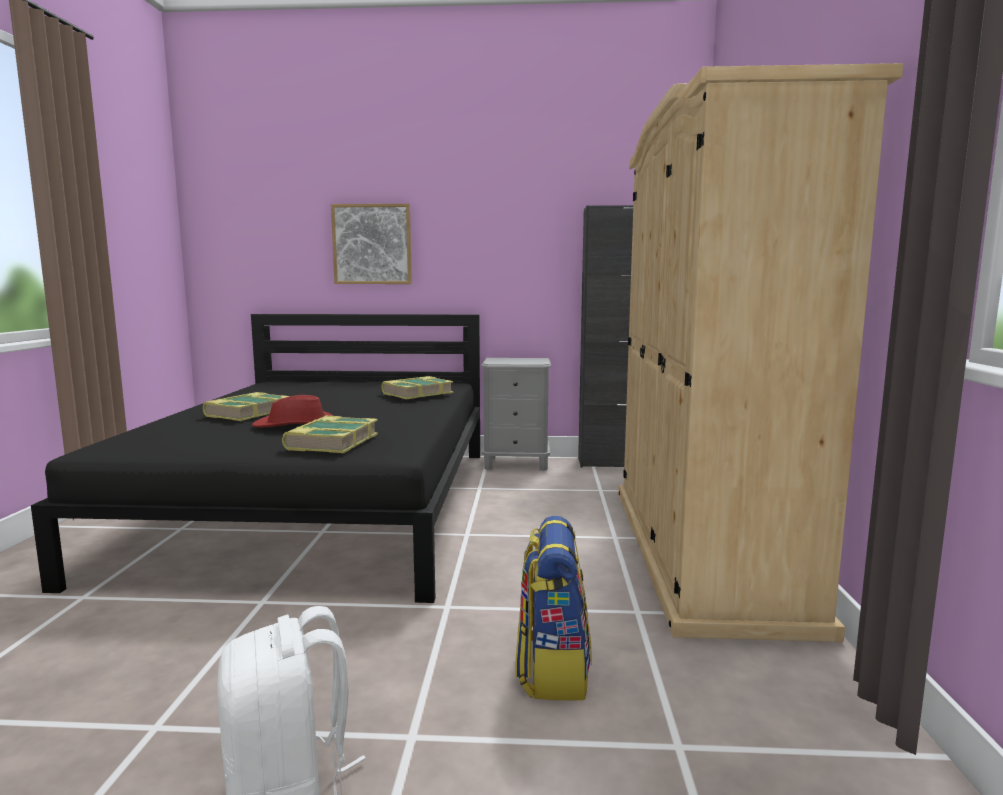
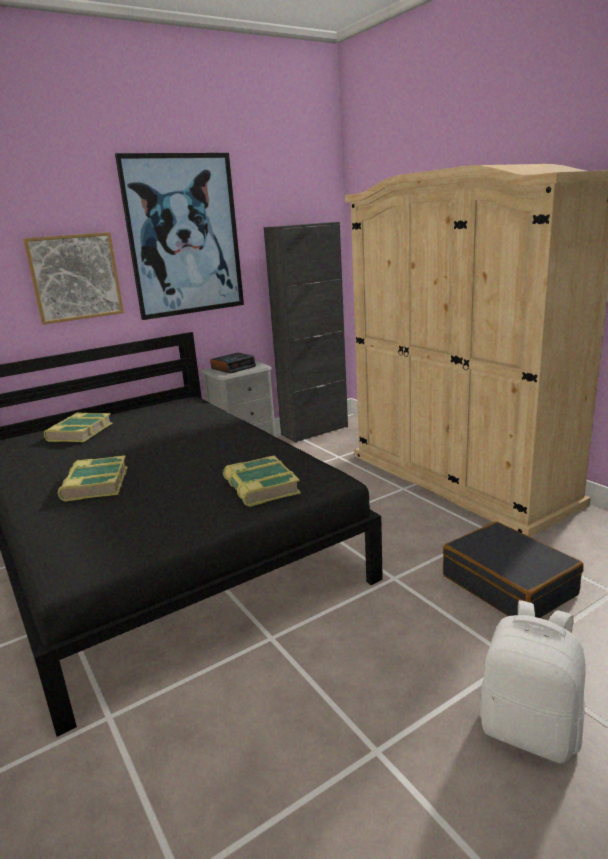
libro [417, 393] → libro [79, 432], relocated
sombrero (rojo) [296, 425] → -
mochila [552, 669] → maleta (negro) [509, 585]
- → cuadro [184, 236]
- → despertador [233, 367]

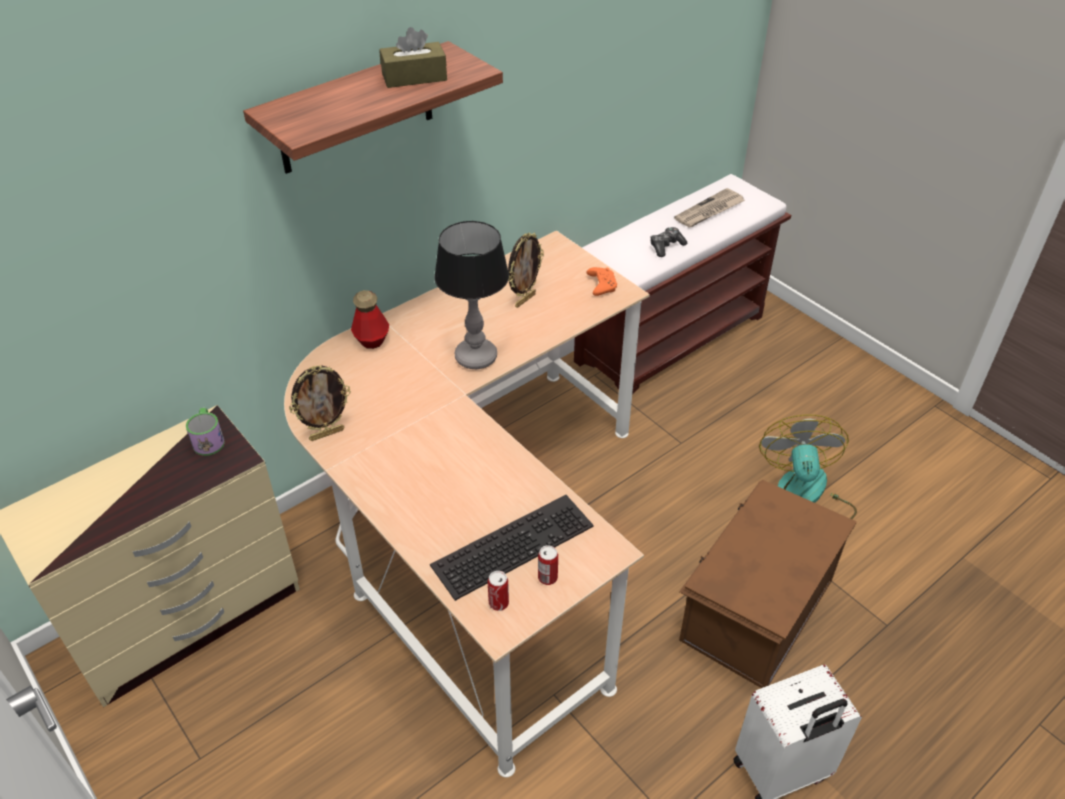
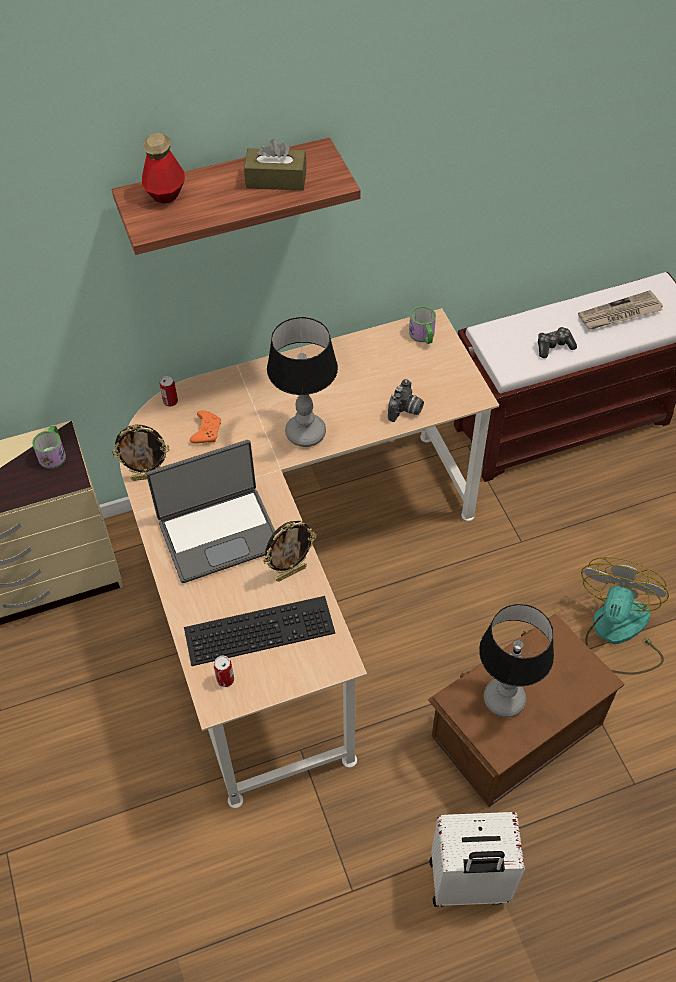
portarretratos [524, 300] → portarretratos [291, 572], relocated
mando de consola (naranja) [601, 285] → mando de consola (naranja) [206, 431], relocated
botella [372, 340] → botella [165, 193], relocated
lata [547, 577] → lata [170, 401], relocated
- → taza grande [423, 336]
- → cámara [406, 411]
- → portátil [219, 533]
- → lámpara de mesa [503, 698]

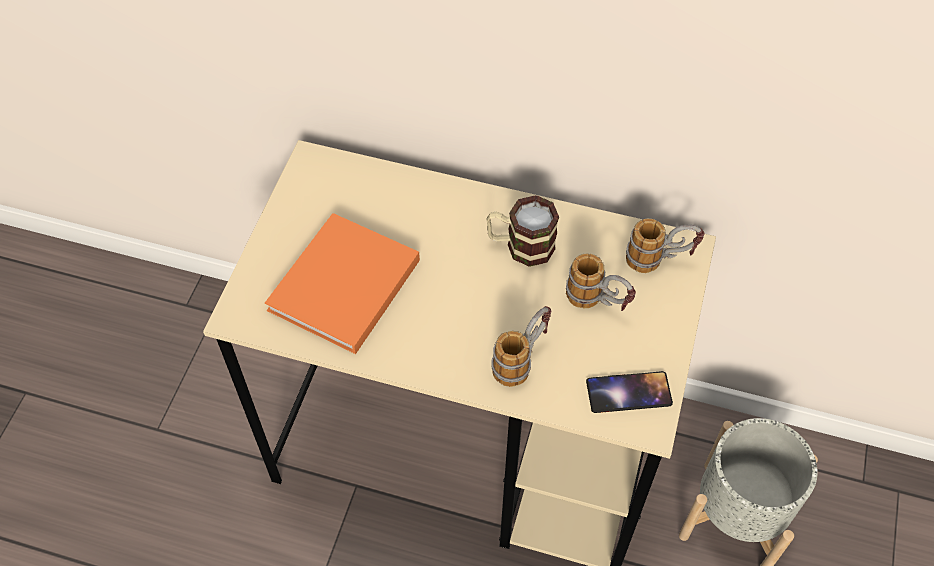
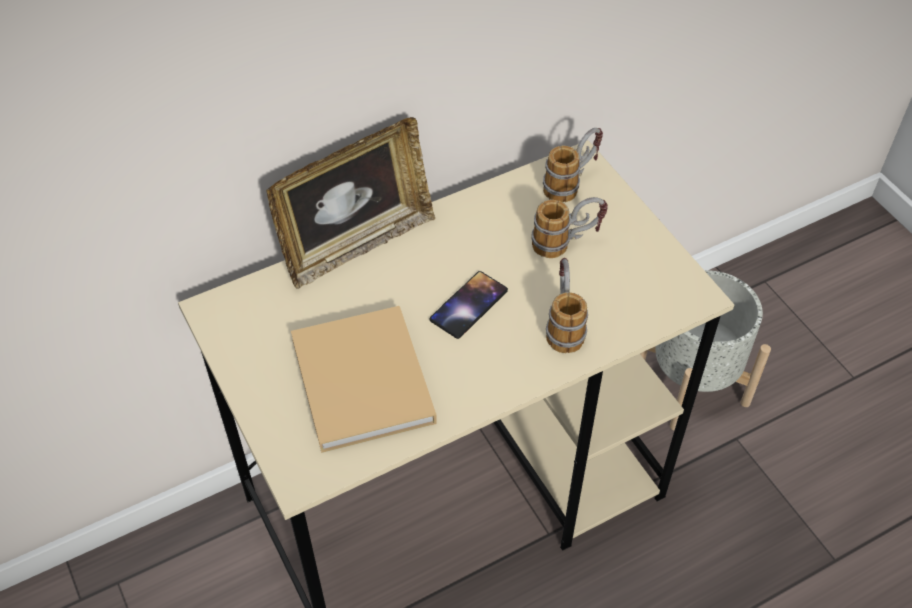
taza grande [520, 245] → -
libro (naranja) [342, 288] → libro (beis) [363, 385]
móvil [628, 392] → móvil [468, 305], relocated
- → portarretratos [356, 244]

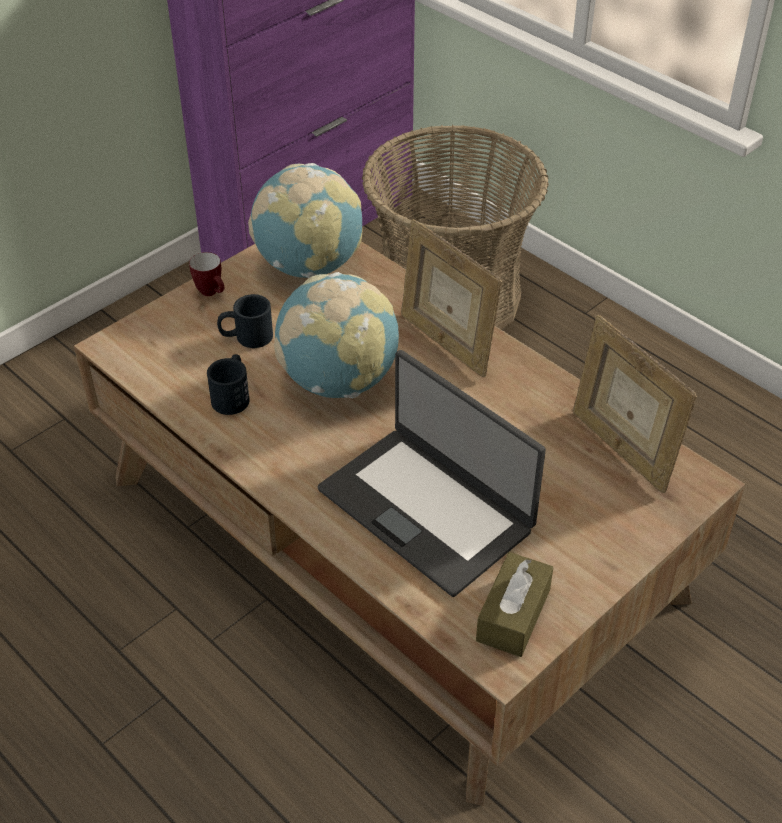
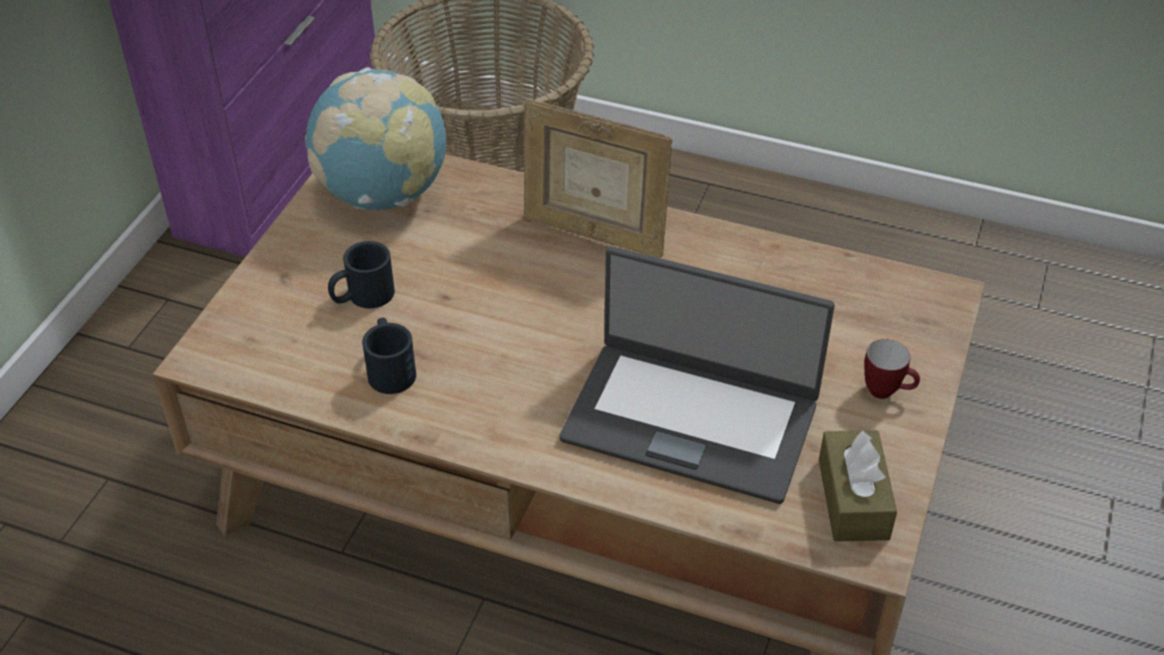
taza grande [212, 293] → taza grande [887, 392], relocated
globo terráqueo [338, 381] → -
portarretratos [621, 448] → -

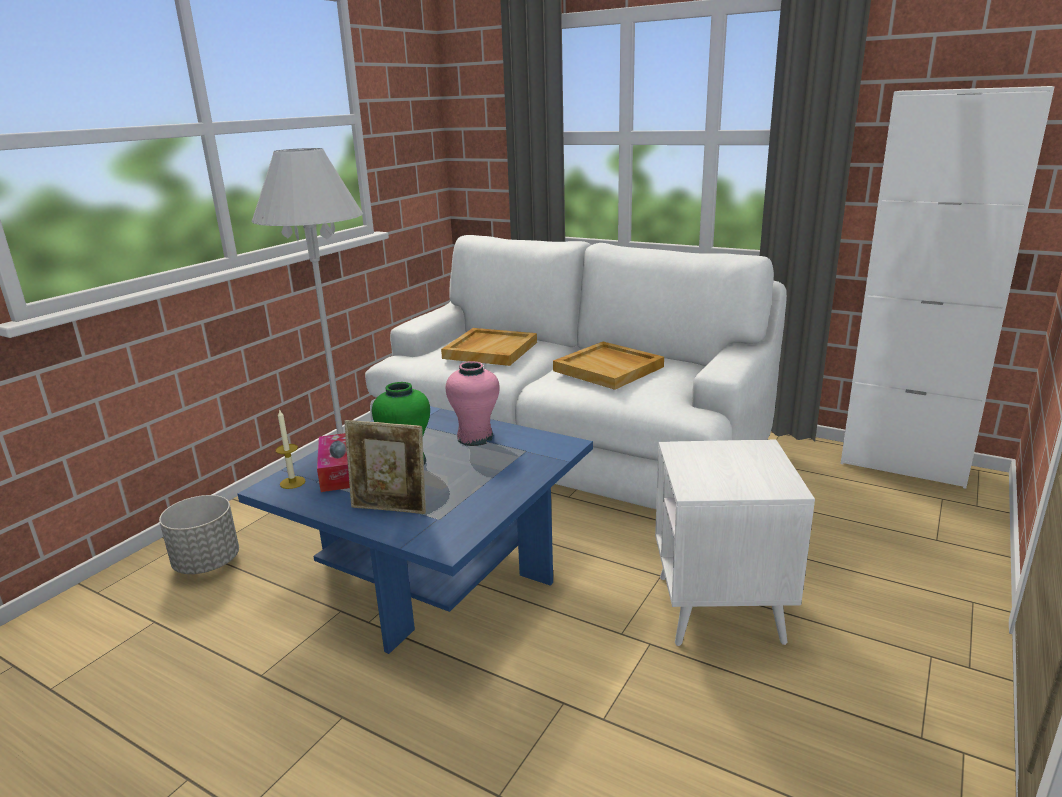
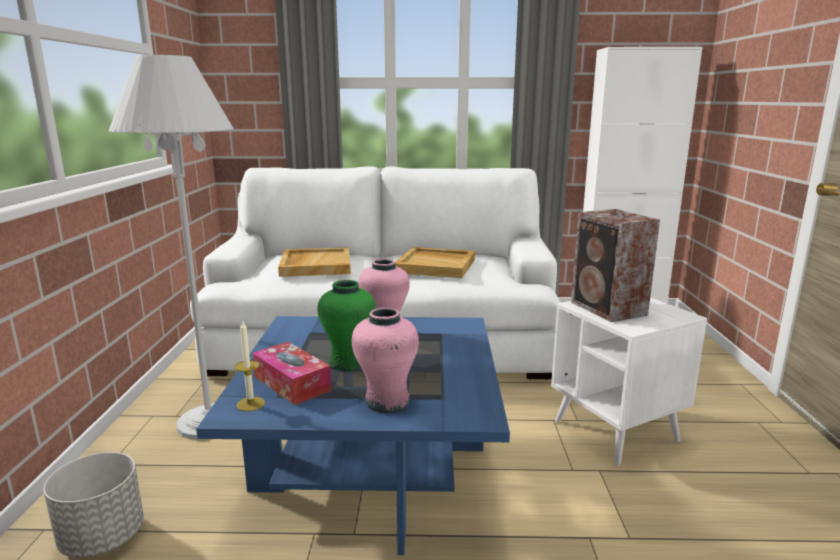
portarretratos [390, 508] → florero (rosa) [387, 401]
- → altavoz [609, 309]

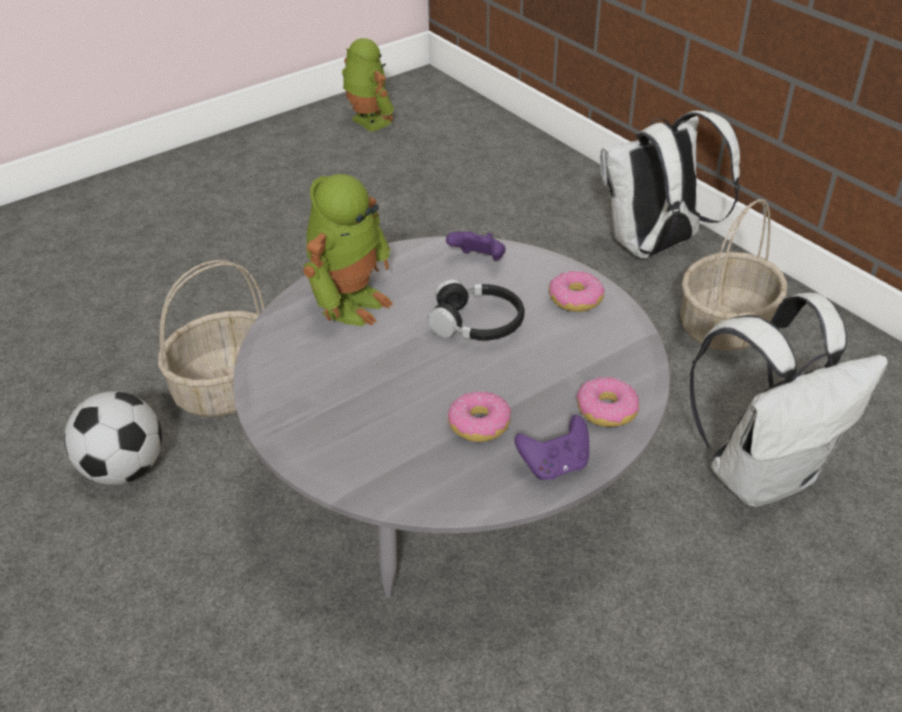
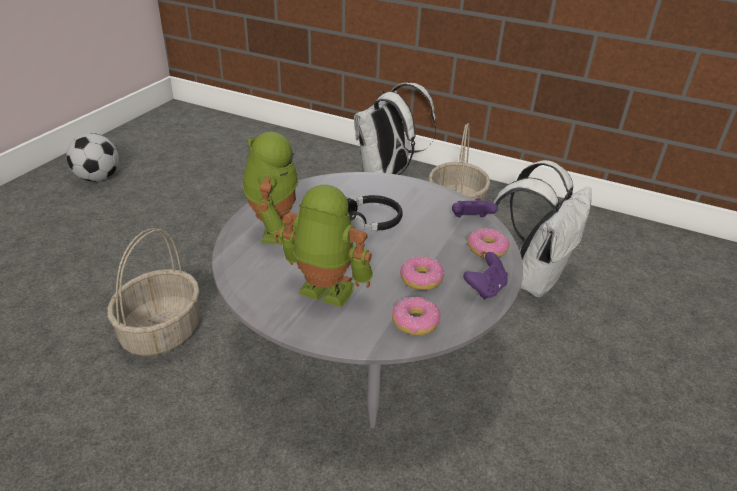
robot de juguete [368, 122] → robot de juguete [324, 292], relocated
mando de consola (morado) [478, 261] → mando de consola (morado) [470, 220], relocated
rosquilla [575, 299] → rosquilla [415, 322], relocated
balón de fútbol [125, 469] → balón de fútbol [98, 178], relocated

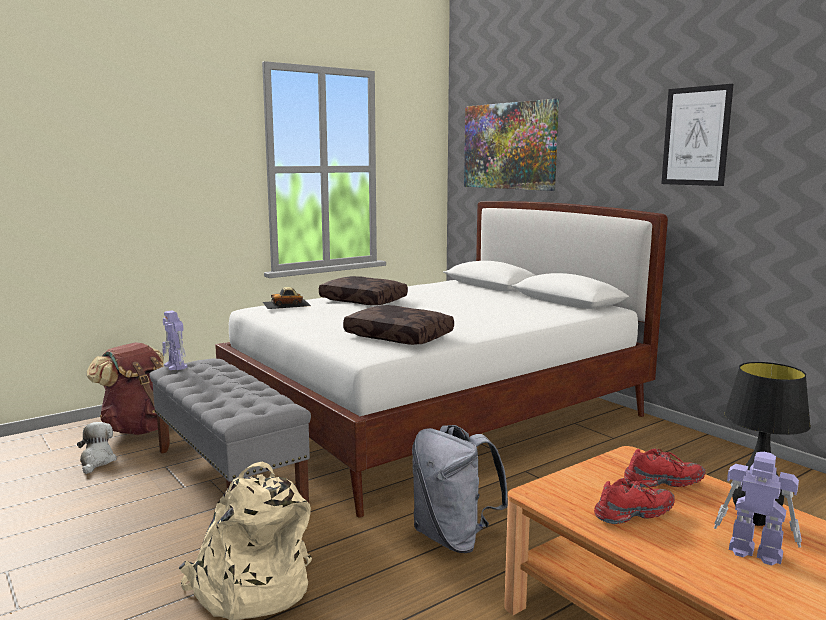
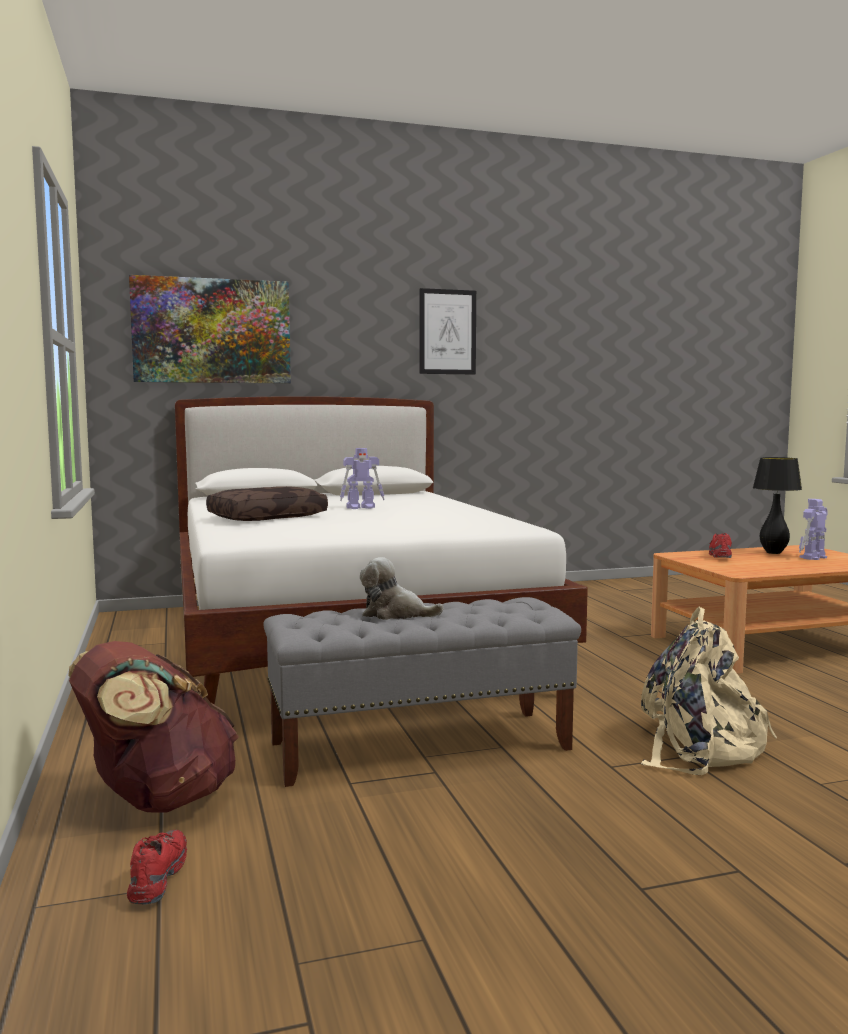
coche de juguete [286, 304] → -
cojín (marrón) [400, 336] → -
robot de juguete [176, 366] → robot de juguete [361, 507], relocated
peluche [97, 461] → peluche [395, 614], relocated
mochila (gris) [454, 538] → -
zapato (rojo) [633, 515] → zapato (rojo) [158, 879], relocated

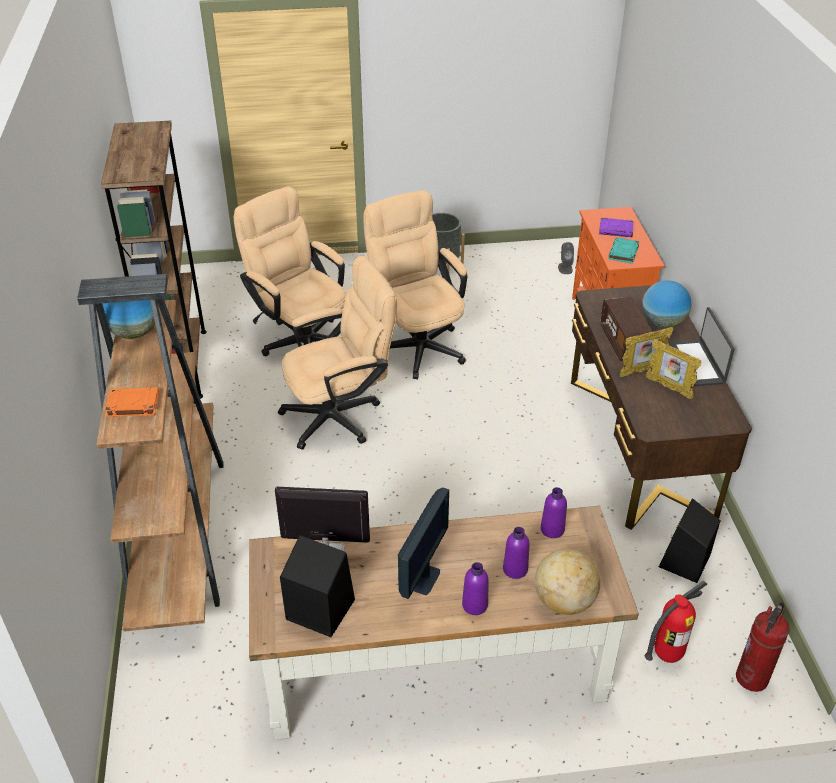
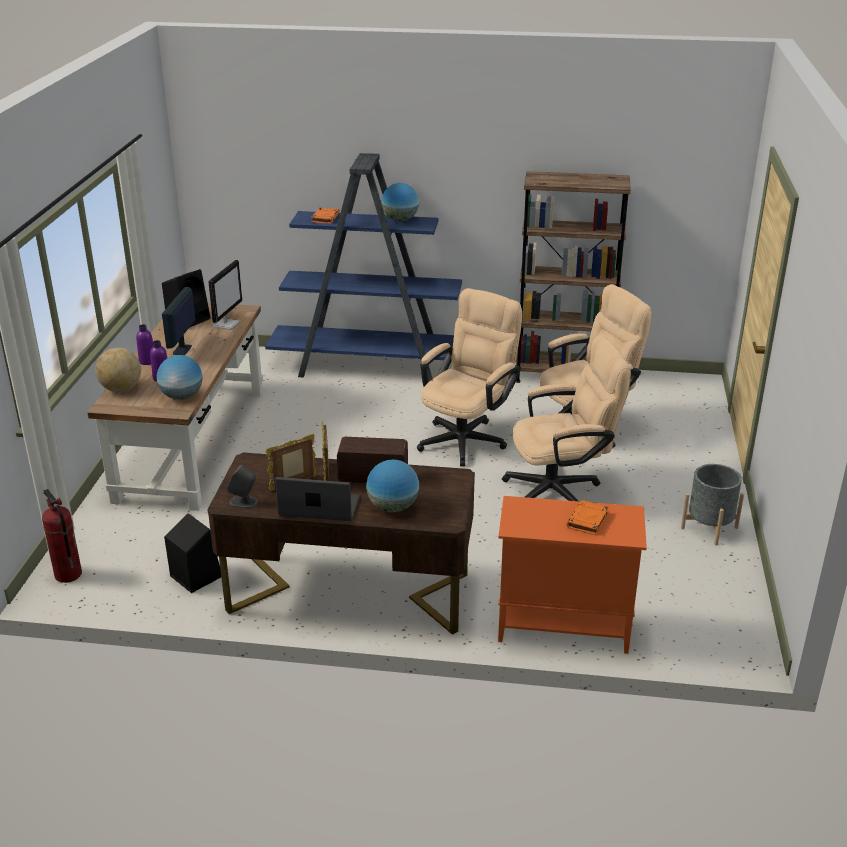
libro (morado) [616, 230] → libro (naranja) [587, 521]
libro (turquesa) [623, 253] → -
altavoz (gris) [565, 268] → altavoz (gris) [244, 502], relocated
silla de oficina (beis) [341, 415] → silla de oficina (beis) [467, 438], 135 degrees counterclockwise
estantería (marrón) [178, 530] → estantería (azul) [373, 367]
monitor [425, 578] → monitor [182, 350], 60 degrees clockwise
botella (morado) [552, 529] → globo terráqueo [182, 396]
extintor [667, 655] → -

